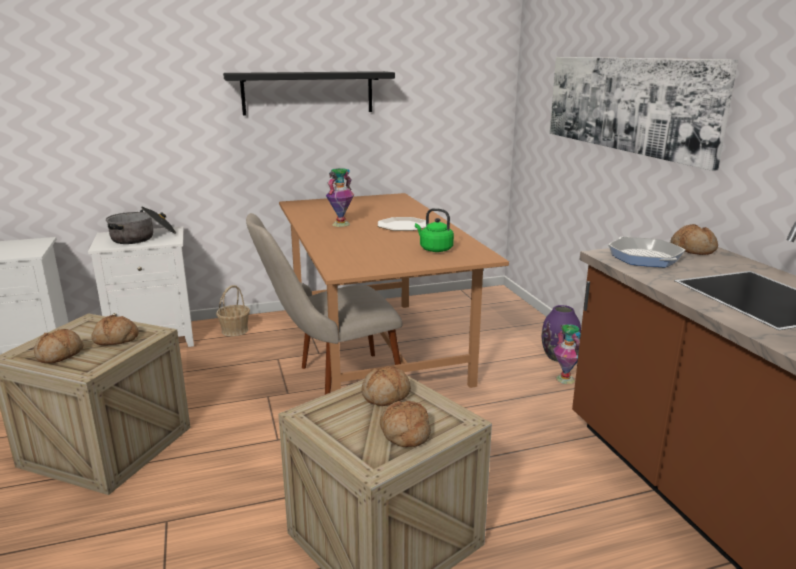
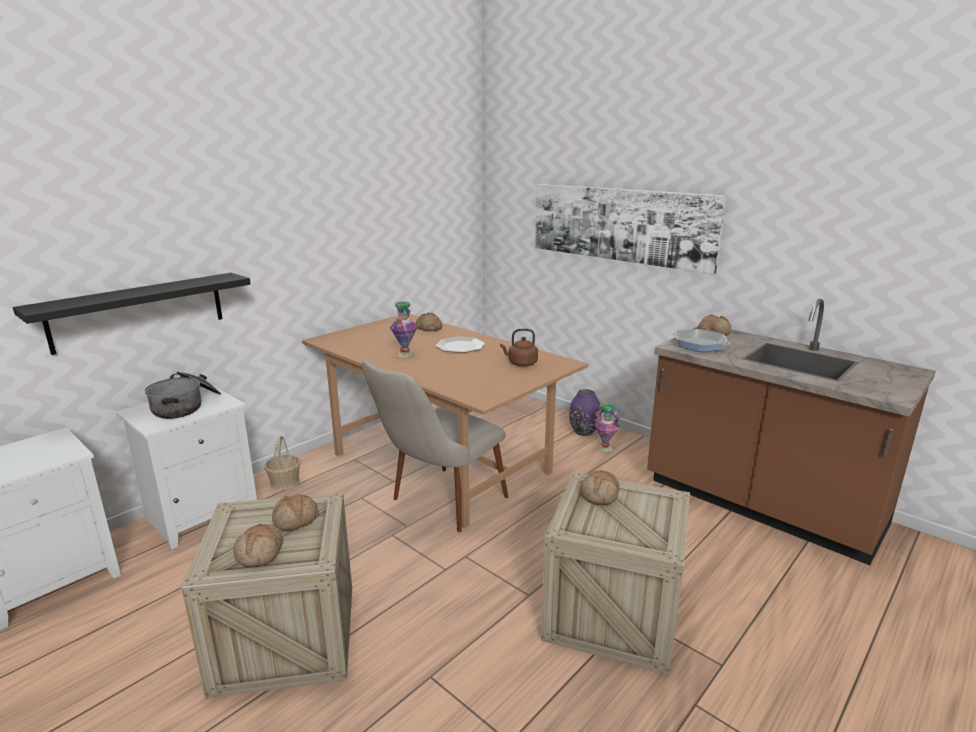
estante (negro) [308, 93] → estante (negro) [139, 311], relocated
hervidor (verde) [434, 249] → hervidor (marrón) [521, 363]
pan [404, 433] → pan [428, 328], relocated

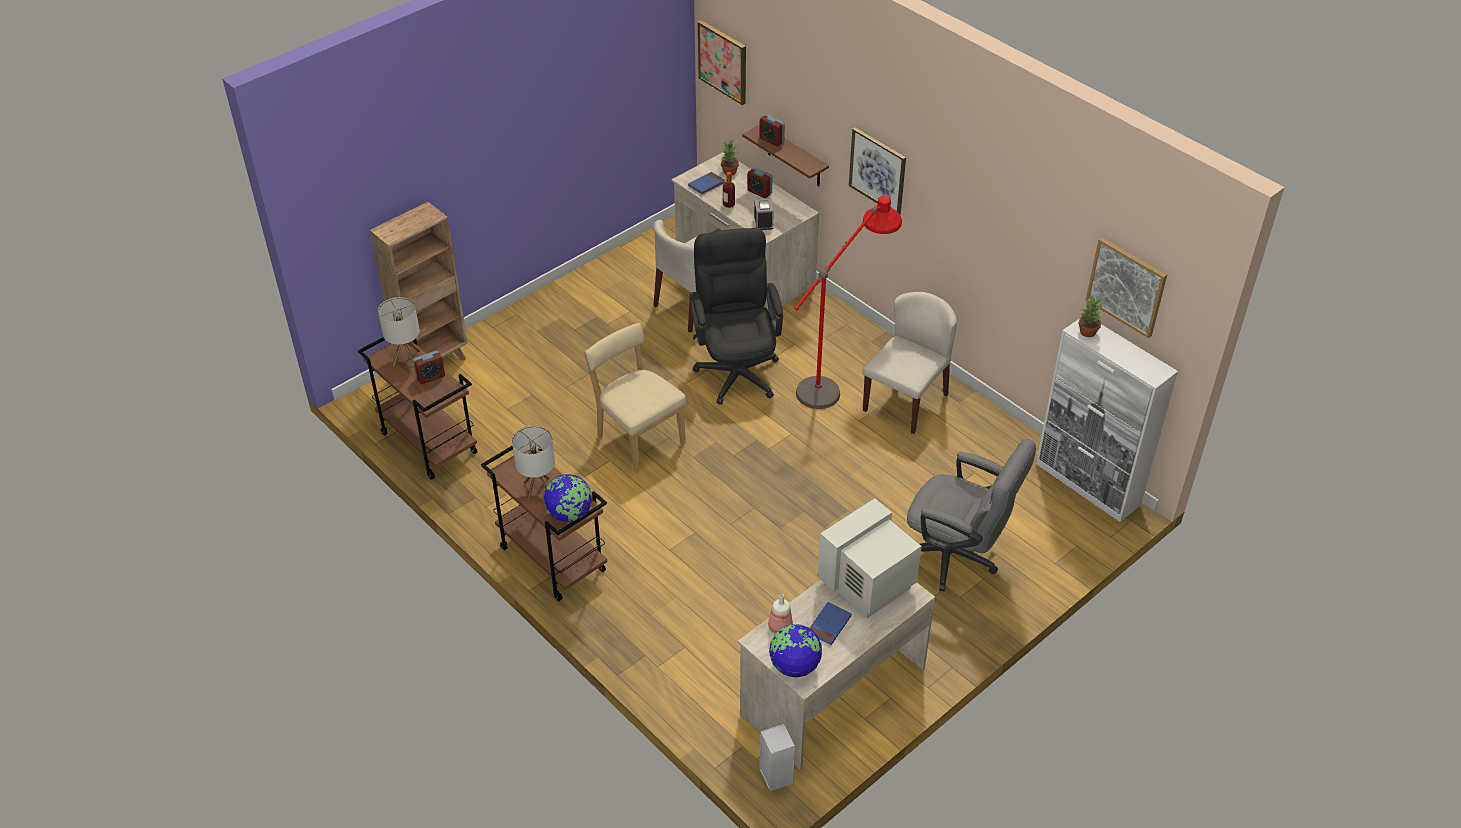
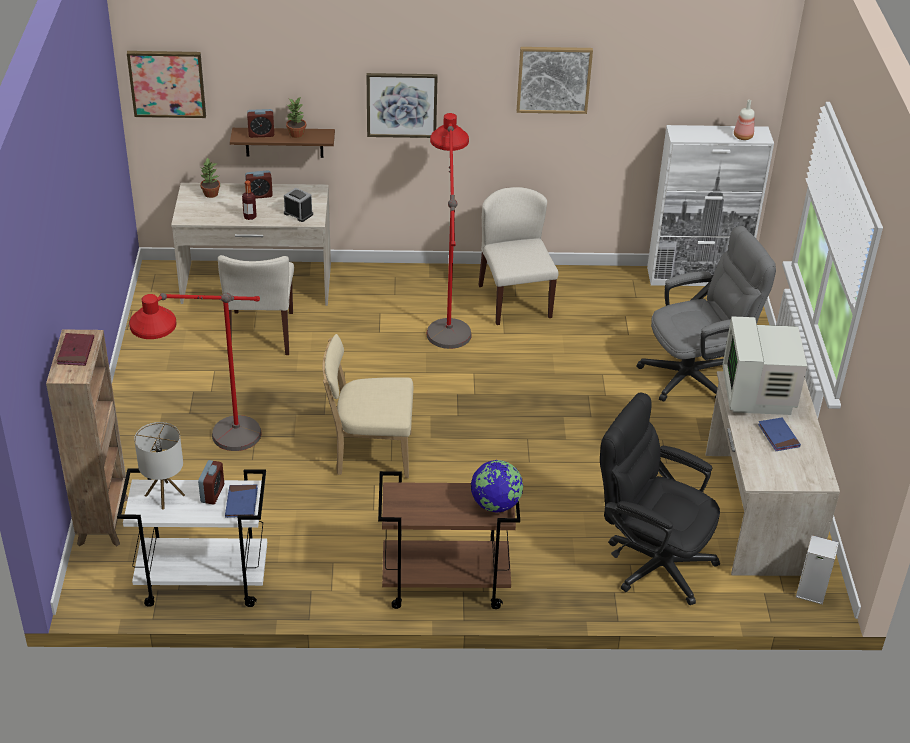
libro (azul) [706, 184] → libro (azul) [241, 503], relocated
silla de oficina (negro) [736, 368] → silla de oficina (negro) [650, 560], relocated
cuadro [1126, 286] → cuadro [554, 79], relocated
planta en maceta [1088, 332] → planta en maceta [297, 134], relocated
carrito (marrón) [427, 443] → carrito (blanco) [202, 583]
lámpara de mesa [538, 489] → -
botella [779, 627] → botella [743, 137], relocated
globo terráqueo [794, 666] → -
- → lámpara de pie (rojo) [211, 452]
- → libro (rojo) [76, 351]

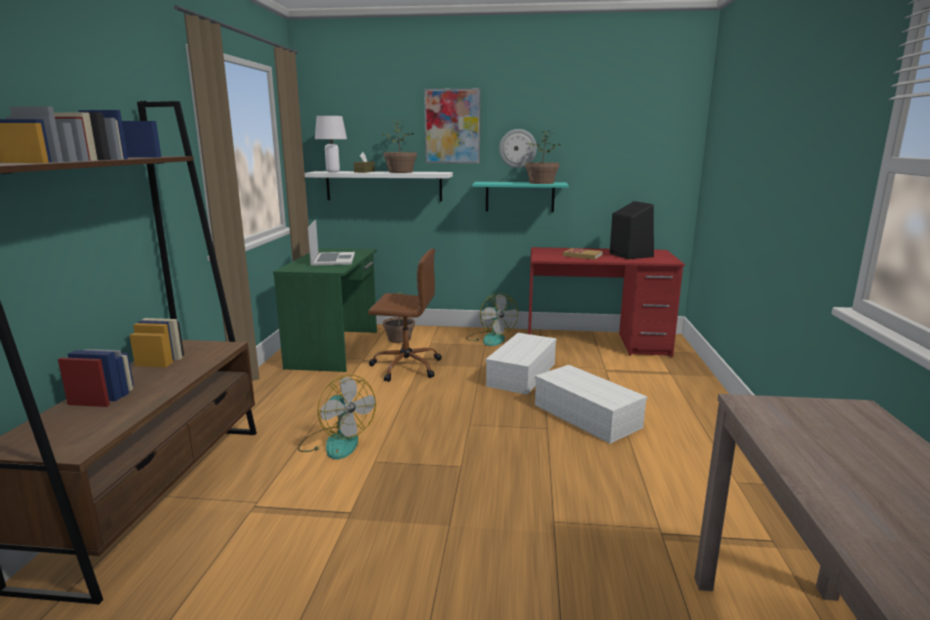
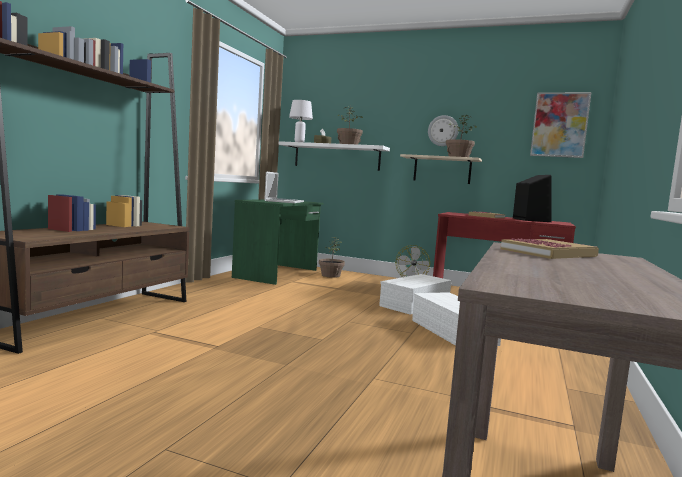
cuadro [452, 126] → cuadro [559, 125], relocated
estante (turquesa) [519, 196] → estante (beis) [442, 170]
silla de oficina (marrón) [405, 366] → -
ventilador [336, 442] → -
- → libro [548, 253]

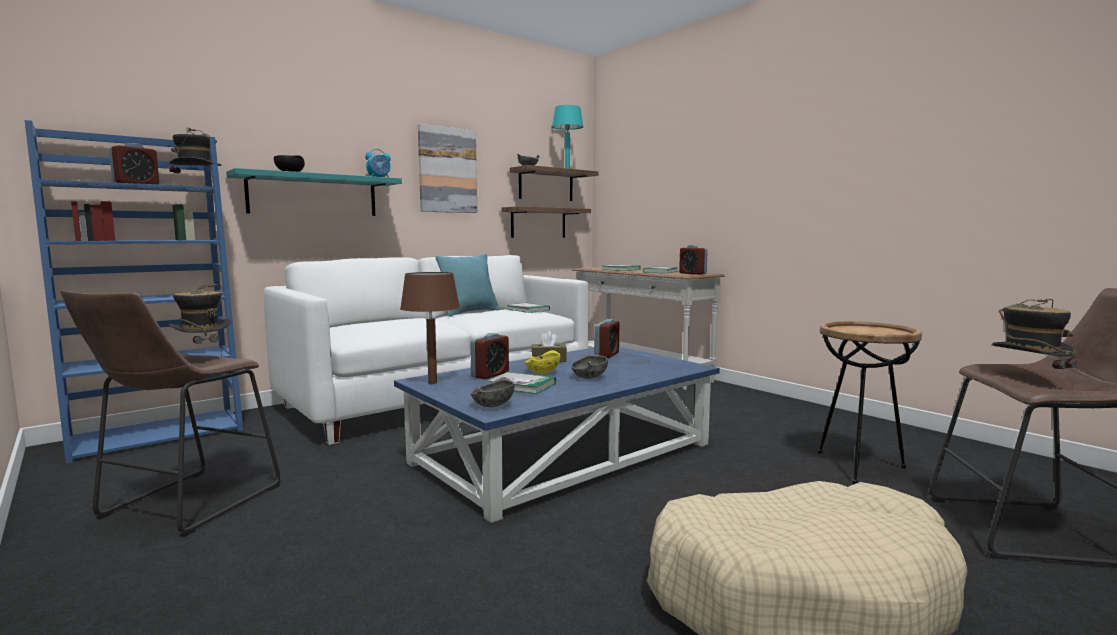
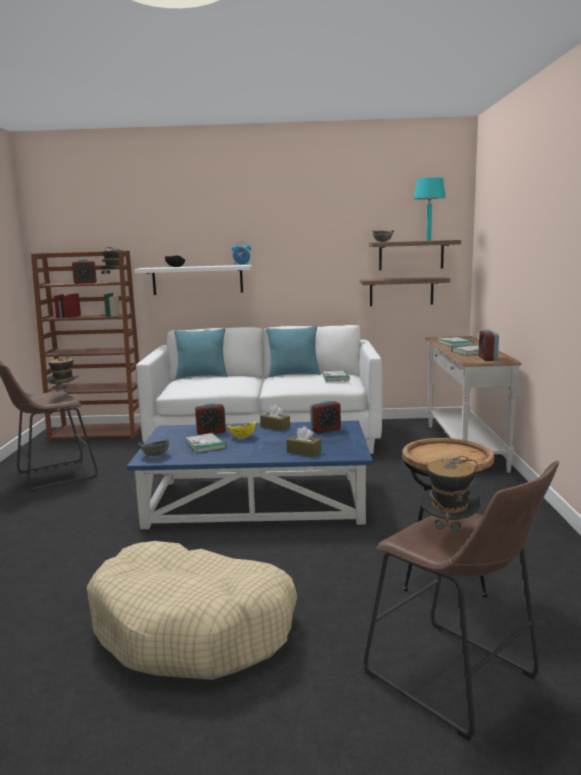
estantería (azul) [159, 434] → estantería (marrón) [98, 432]
cuadro [447, 170] → -
estante (turquesa) [313, 195] → estante (blanco) [197, 280]
lámpara de mesa (marrón) [433, 383] → -
cuenco (gris) [589, 377] → -
- → cojín (turquesa) [202, 376]
- → caja de pañuelos (marrón) [304, 452]

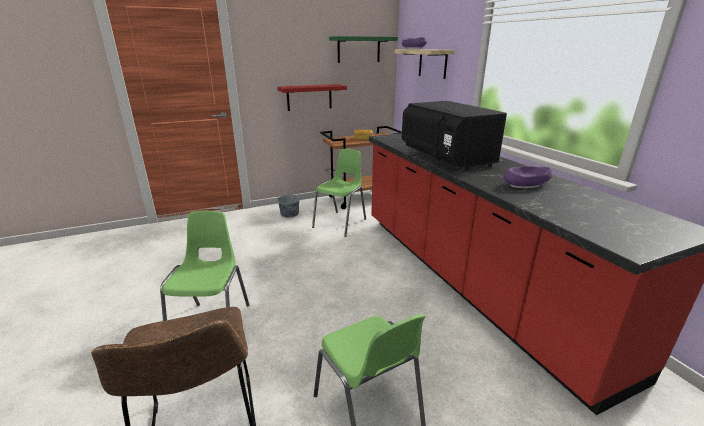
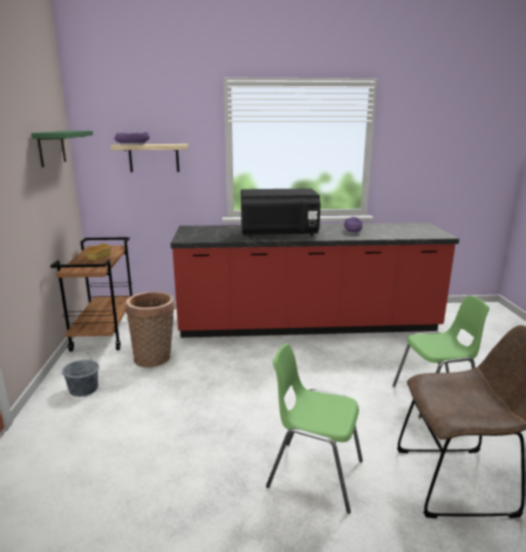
estante (rojo) [309, 97] → -
silla (verde) [341, 223] → cesta [155, 358]

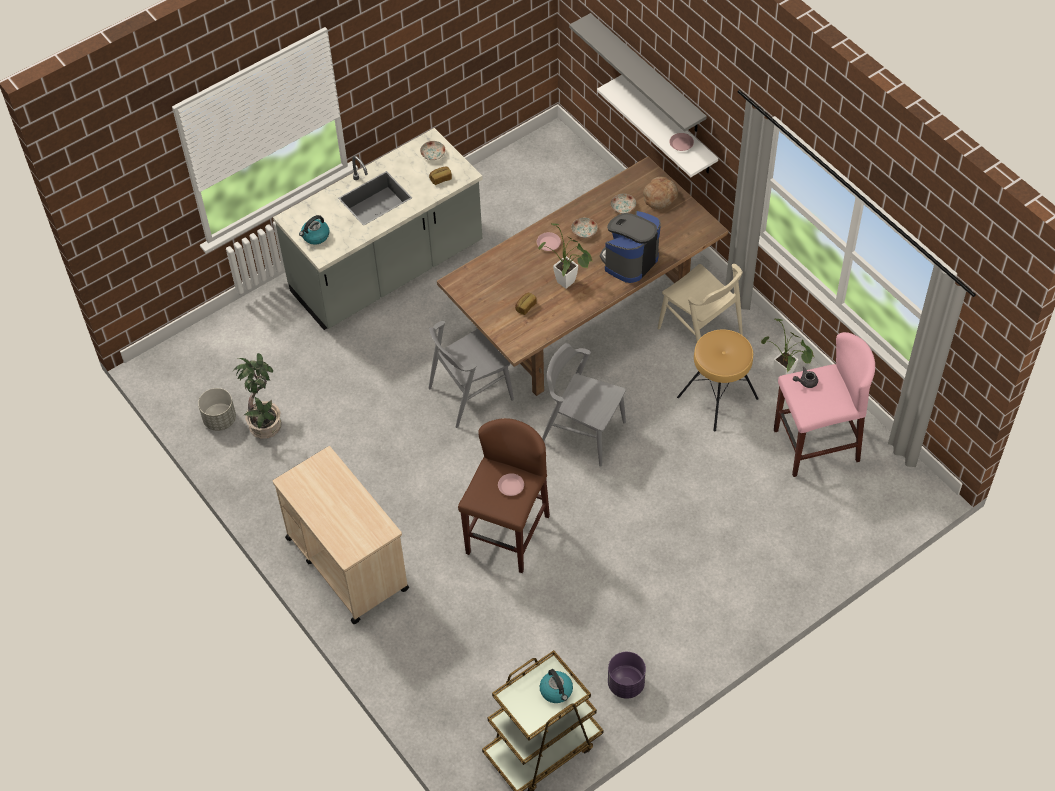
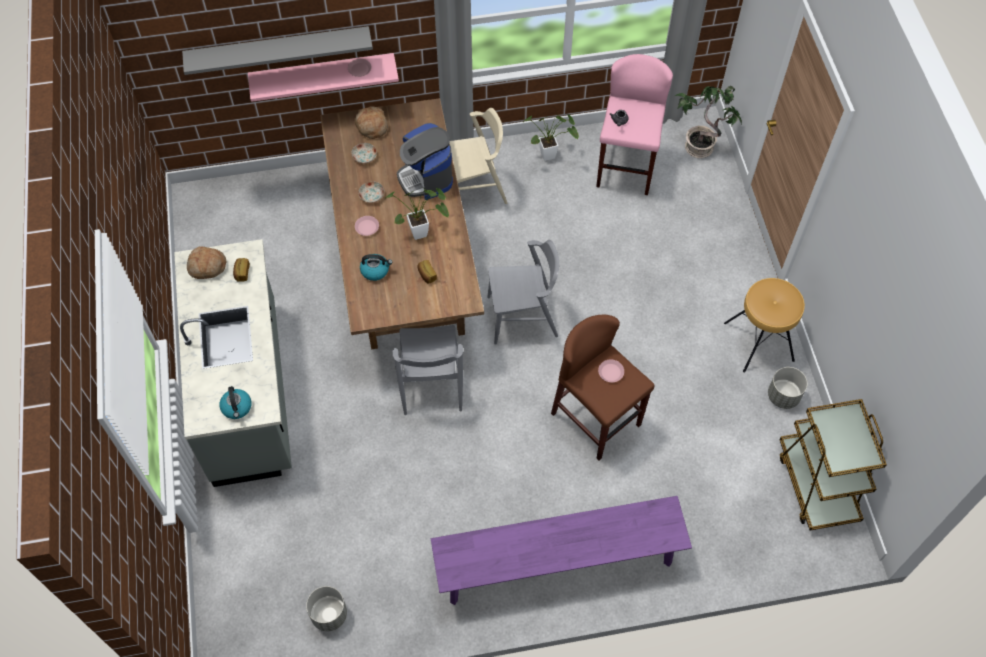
estante (blanco) [669, 125] → estante (rosa) [323, 73]
plato [432, 154] → pan [207, 267]
taburete (marrón) [718, 398] → taburete (marrón) [759, 341], relocated
silla (gris) [583, 432] → silla (gris) [522, 316], 150 degrees counterclockwise
planta en maceta [266, 426] → planta en maceta [700, 146], relocated
carrito (beis) [346, 563] → banco (morado) [557, 564]
maceta (morado) [626, 683] → maceta (gris) [783, 396]
hervidor [556, 691] → hervidor [375, 270], relocated

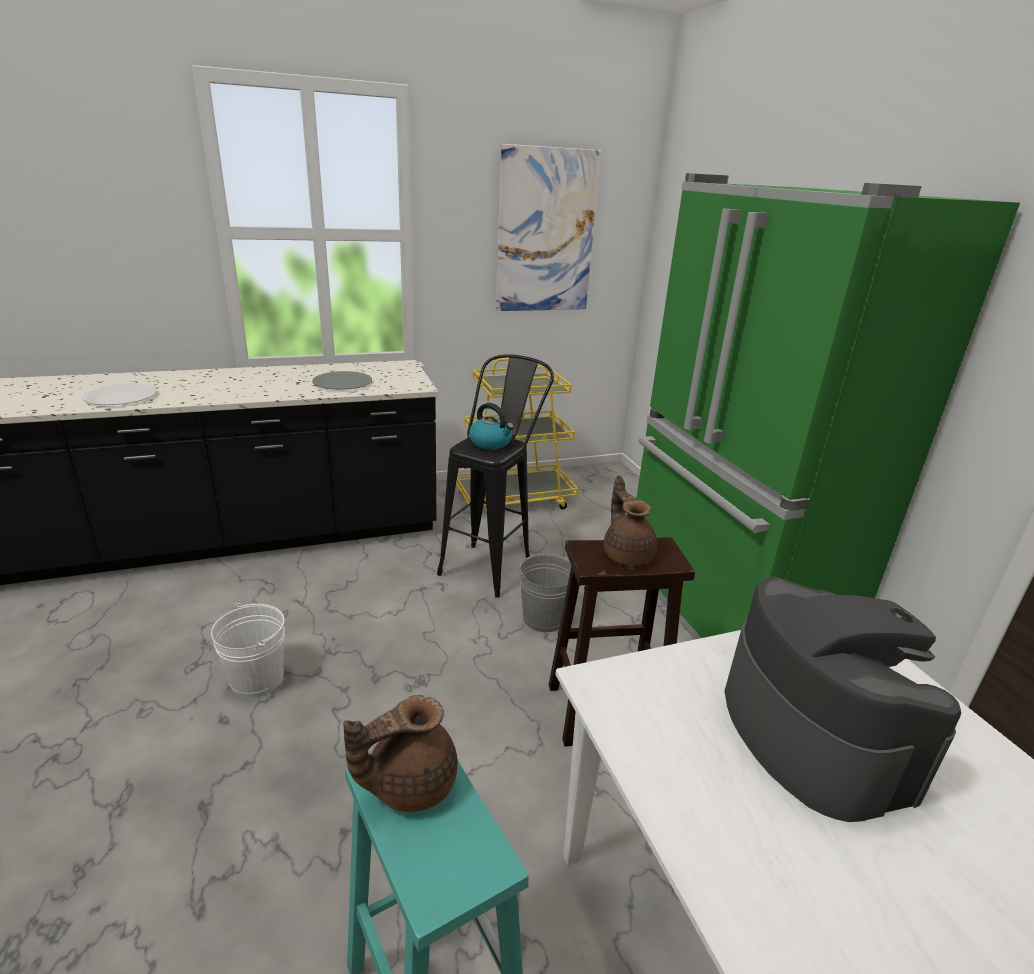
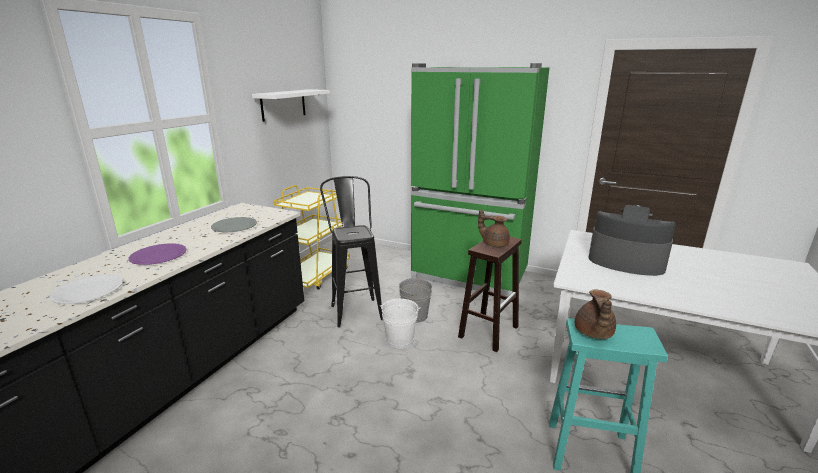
cuadro [546, 232] → estante (blanco) [283, 104]
hervidor [491, 443] → -
cubo (blanco) [257, 680] → cubo (blanco) [400, 340], relocated
- → plato (morado) [158, 255]

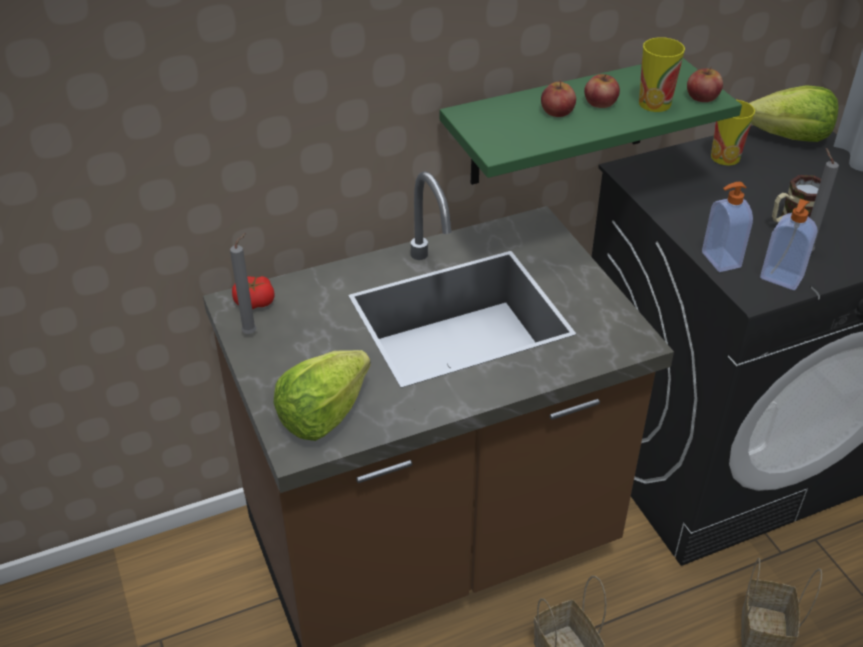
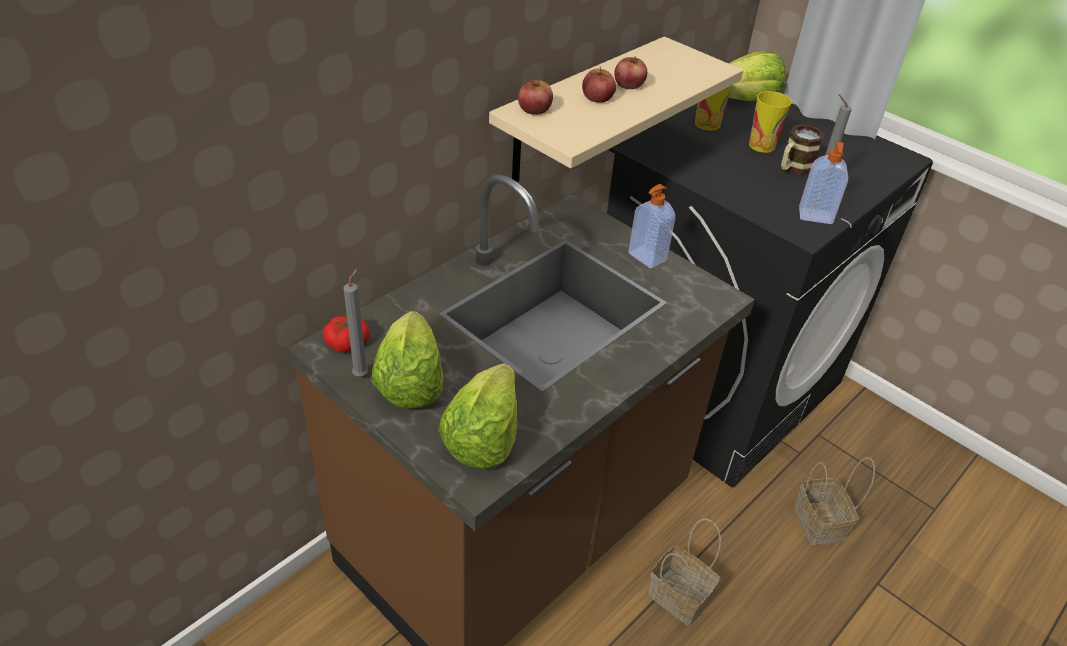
taza [654, 103] → taza [762, 145], relocated
estante (verde) [560, 122] → estante (beis) [579, 111]
manzana [702, 96] → manzana [534, 109], relocated
dispensador de jabón [719, 260] → dispensador de jabón [646, 257], relocated
- → lechuga [410, 382]

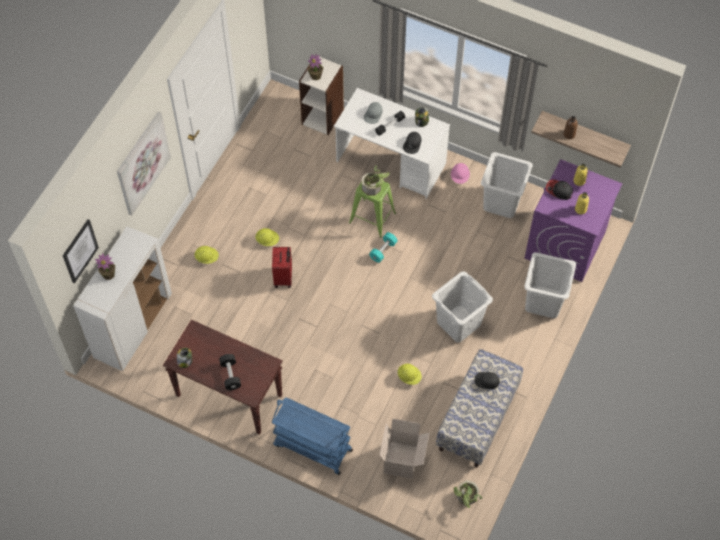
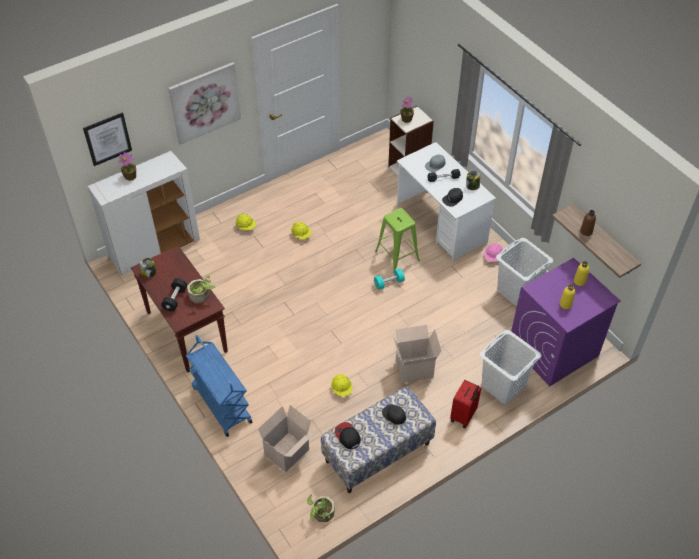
planta en maceta [374, 187] → planta en maceta [201, 296], relocated
gorra [559, 190] → gorra [347, 436], relocated
maleta (rojo) [284, 277] → maleta (rojo) [464, 416], relocated
cesto de la ropa (blanco) [459, 323] → caja de cartón [414, 368]

